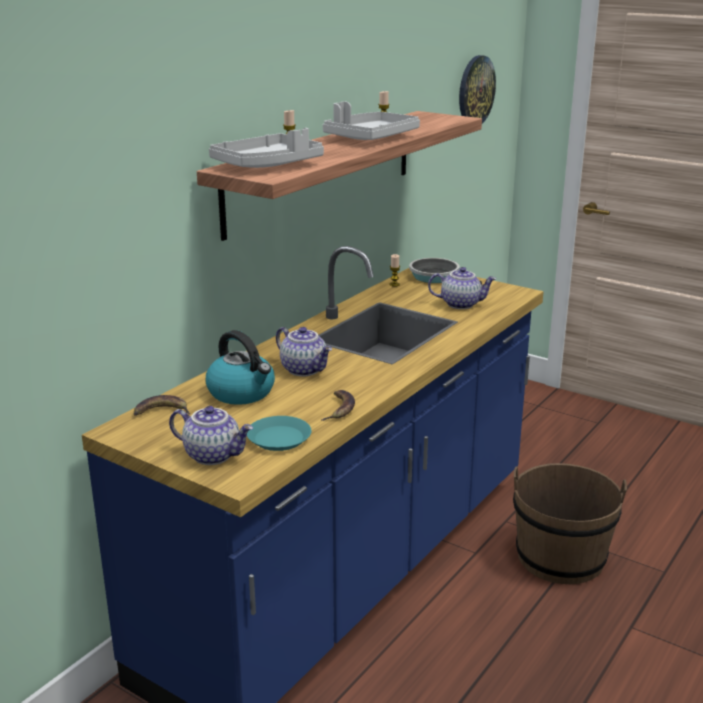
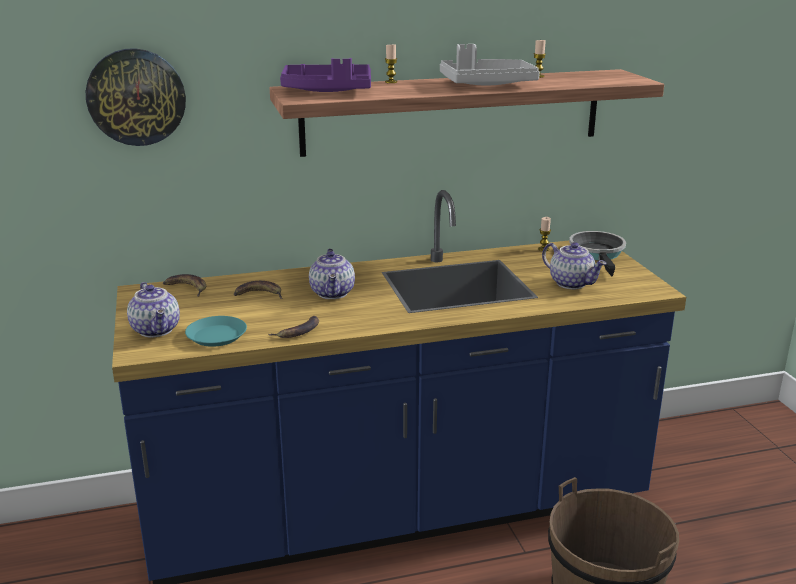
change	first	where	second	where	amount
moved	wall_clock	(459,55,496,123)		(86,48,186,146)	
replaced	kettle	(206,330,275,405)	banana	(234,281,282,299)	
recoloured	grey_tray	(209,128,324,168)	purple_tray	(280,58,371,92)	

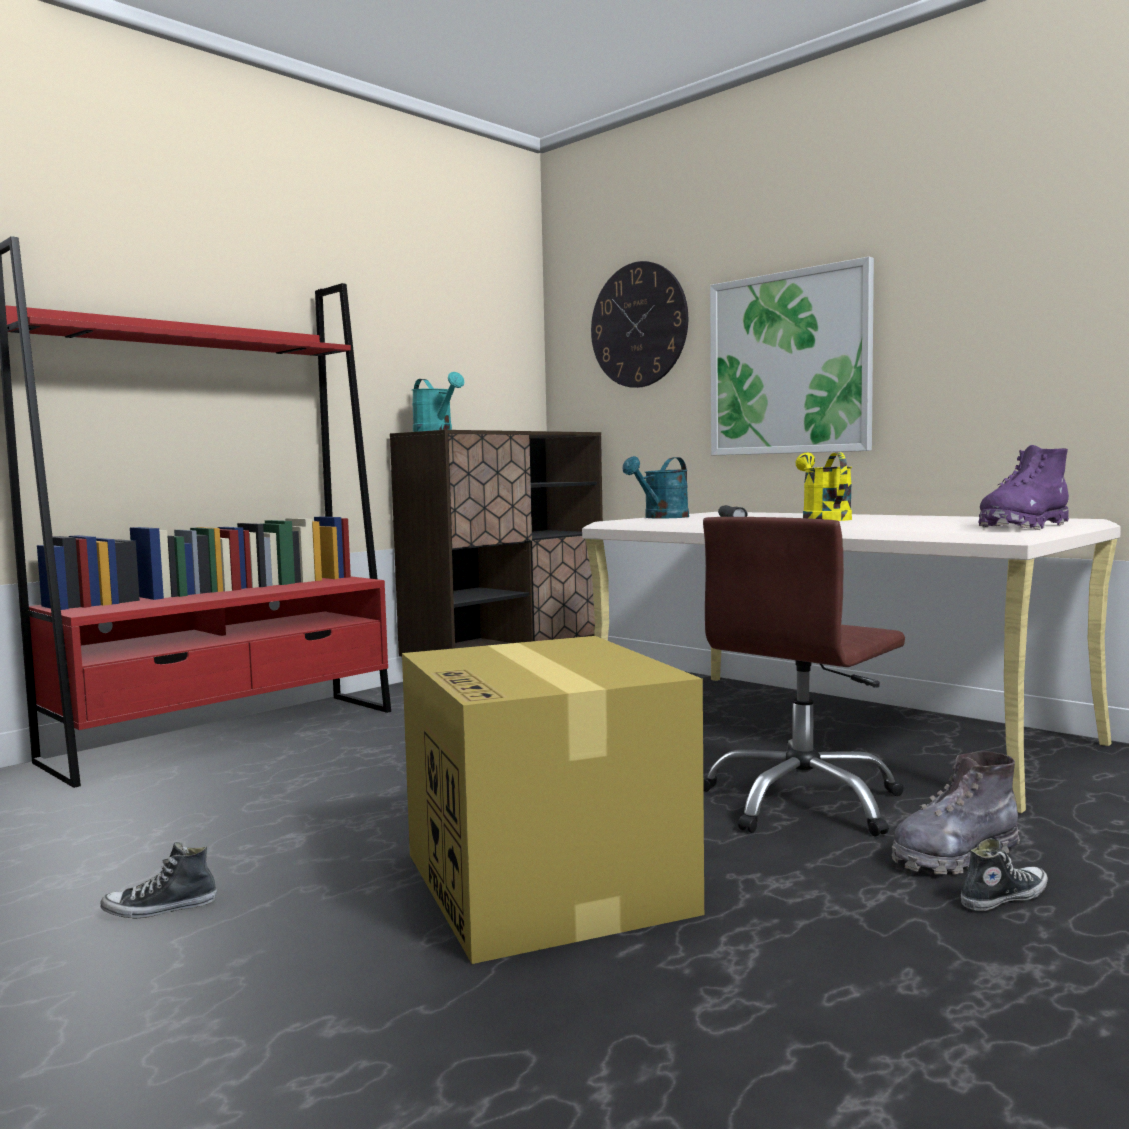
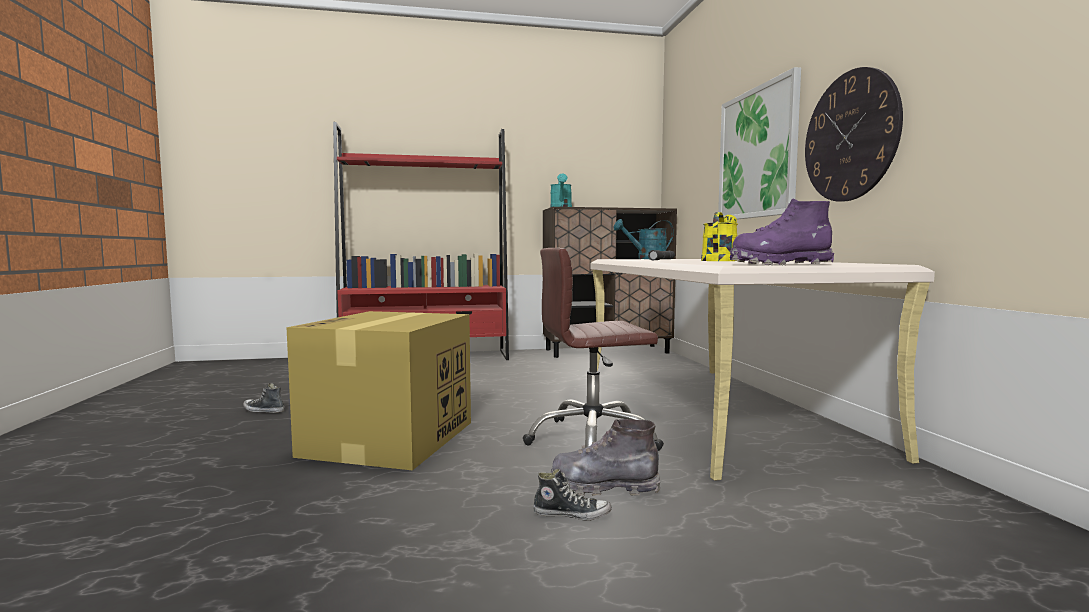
change	first	where	second	where	amount
moved	wall_clock	(591,261,688,388)		(805,67,903,202)	

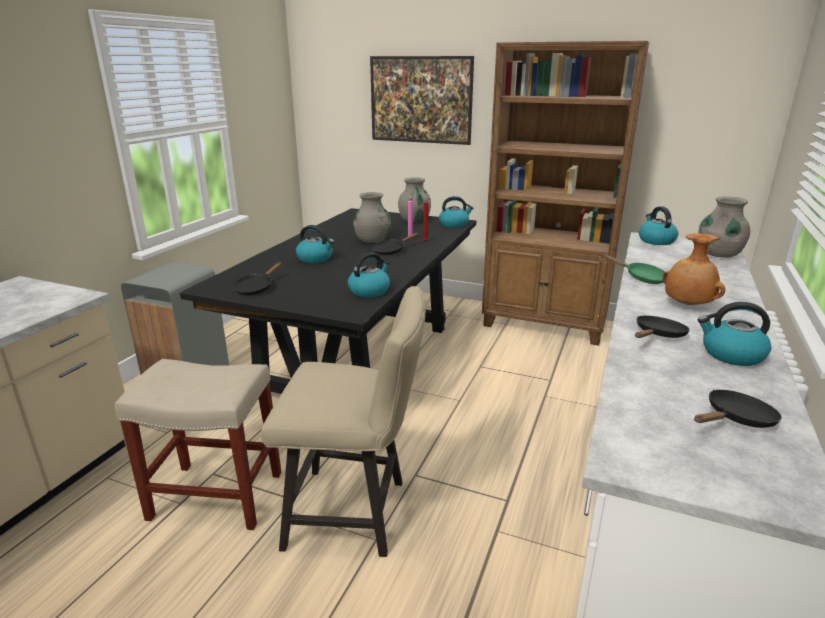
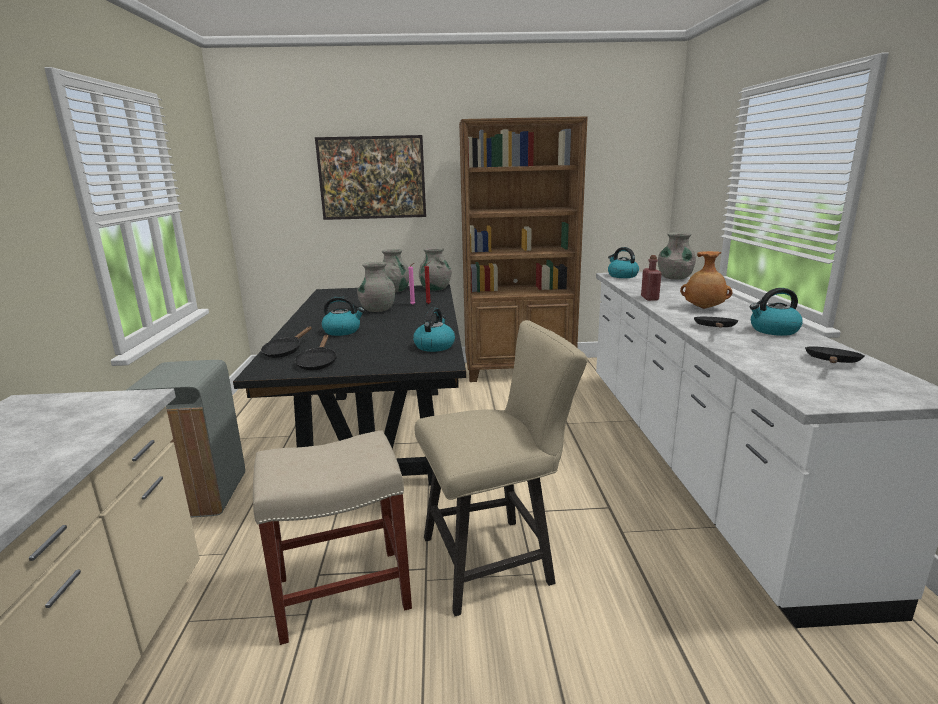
change	first	where	second	where	amount
moved	black_frying_pan	(373,233,418,255)		(261,326,312,358)	
replaced	kettle	(439,196,473,228)	grey_vase	(419,247,452,291)	
replaced	green_frying_pan	(601,254,668,284)	red_bottle	(641,255,662,301)	

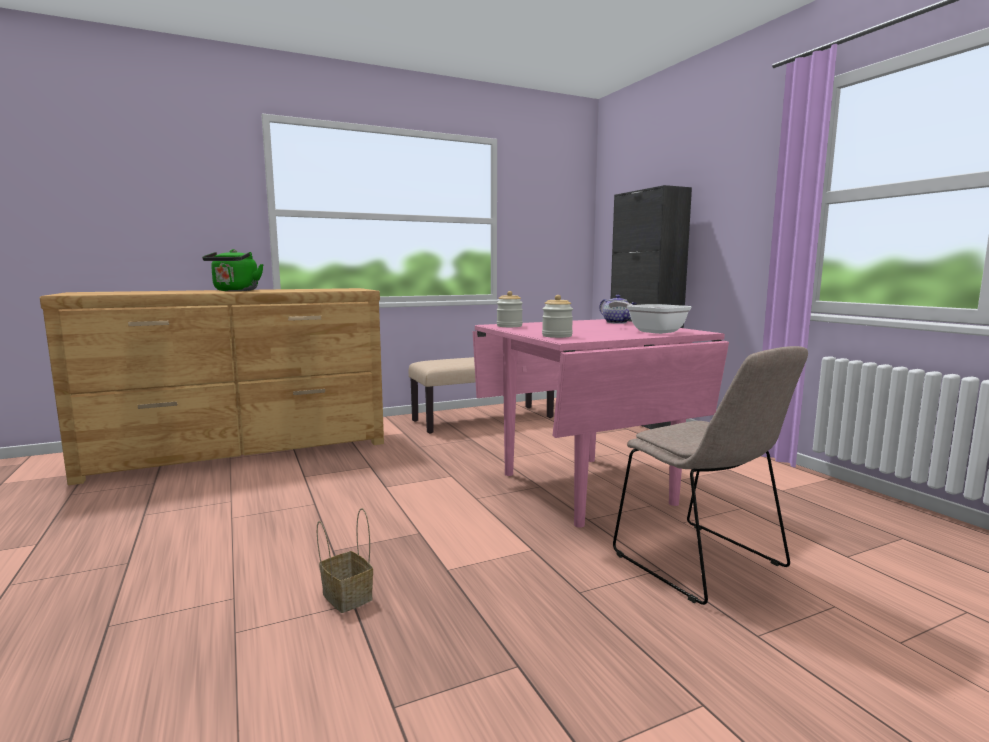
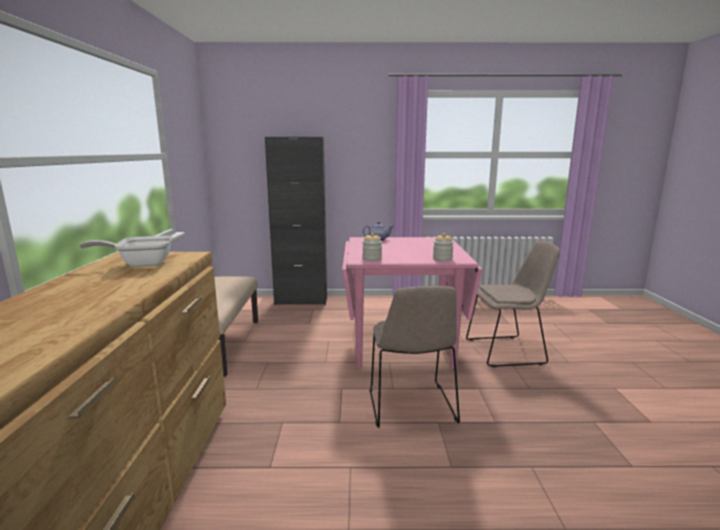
change	first	where	second	where	amount
removed	green_kettle	(202,249,264,291)			
removed	basket	(317,508,373,613)			
added			beige_chair	(370,286,460,428)	
moved	frying_pan	(609,301,692,334)		(79,236,173,267)	

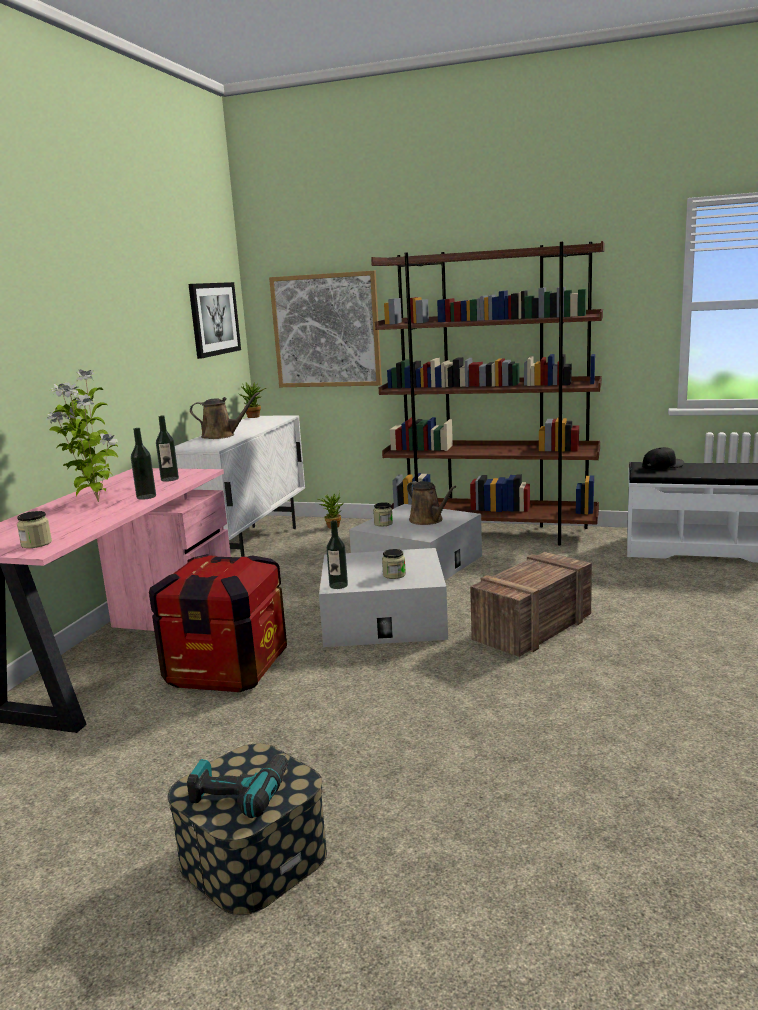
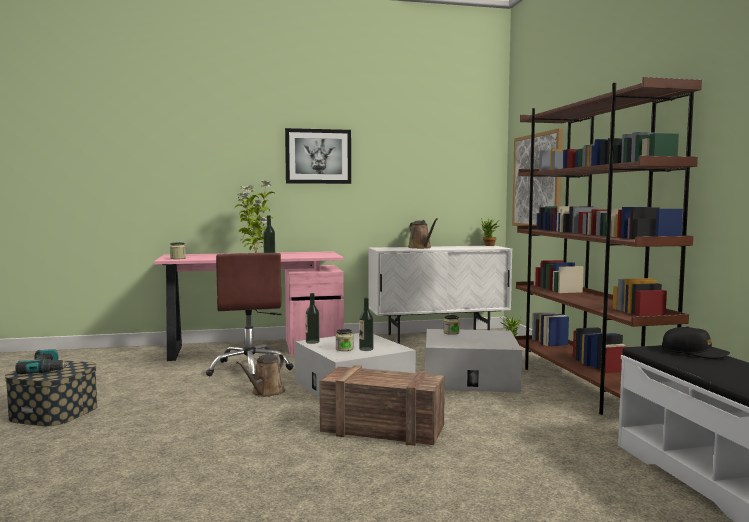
change	first	where	second	where	amount
moved	bottle	(156,415,179,482)		(359,298,373,351)	
moved	picture	(188,282,241,359)		(285,128,351,184)	
moved	brown_watering_can	(407,481,456,525)		(236,354,285,397)	
replaced	crate	(149,554,287,692)	brown_office_chair	(206,253,293,379)	

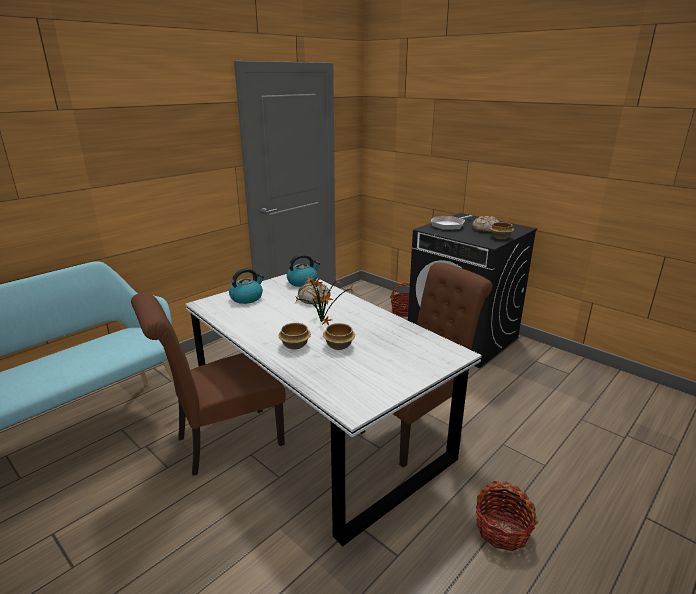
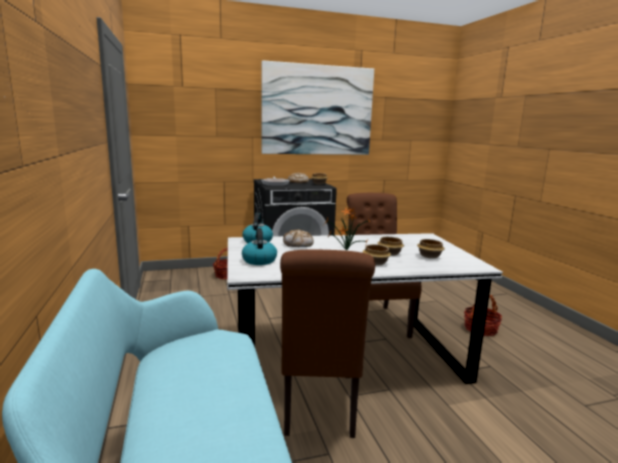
change	first	where	second	where	amount
added			picture	(261,60,374,155)	
added			bowl	(417,239,445,259)	

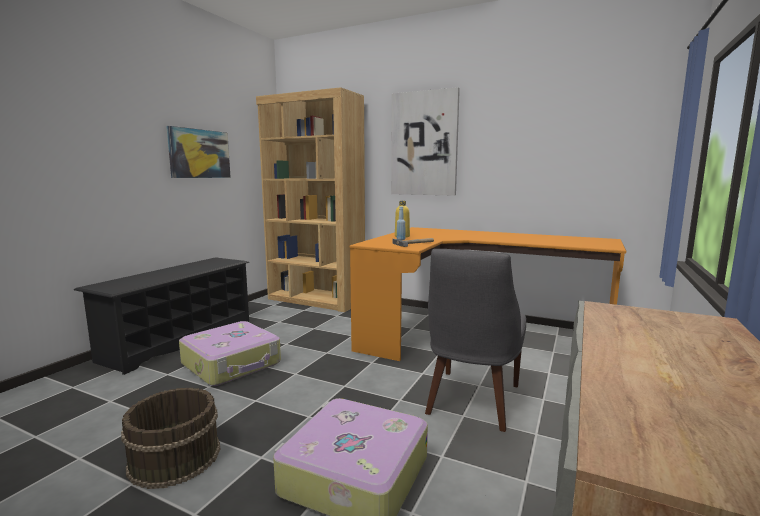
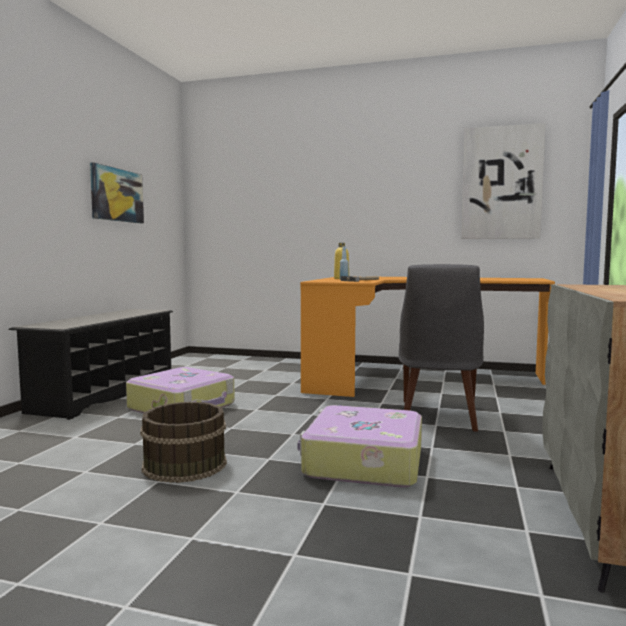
change	first	where	second	where	amount
removed	brown_bookcase	(256,87,365,312)			
moved	picture	(391,87,460,196)		(461,123,545,239)	

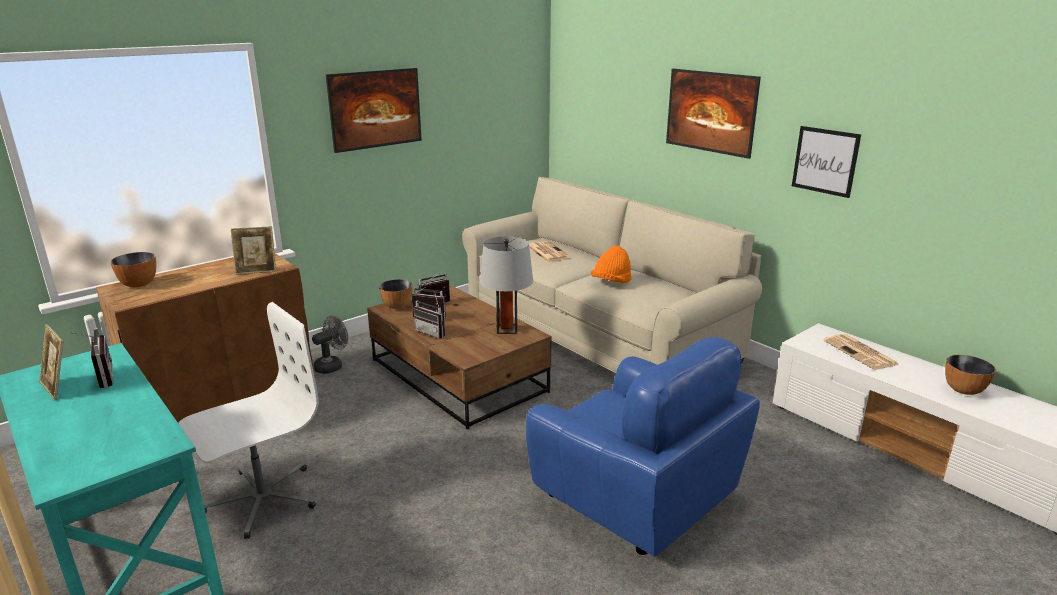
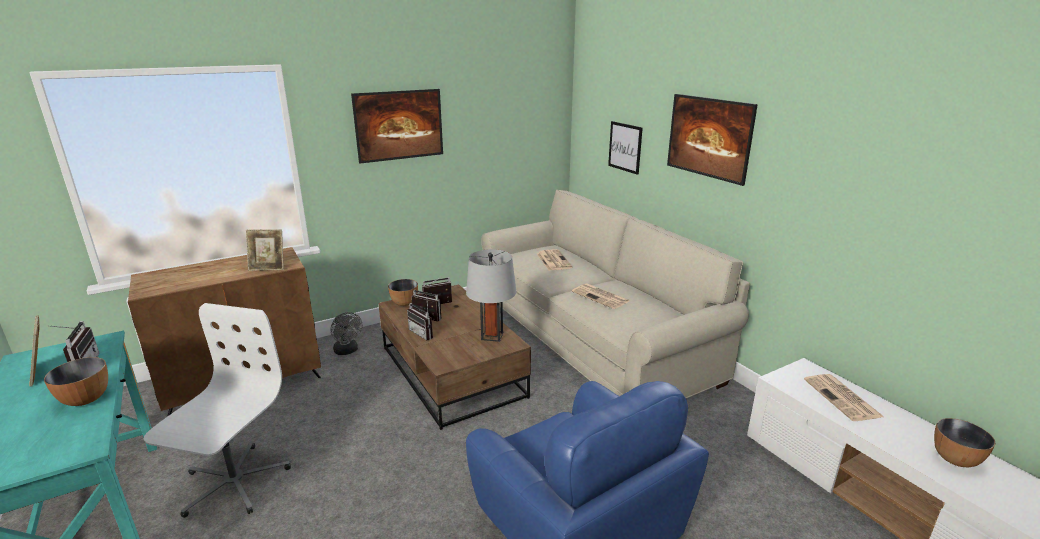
change	first	where	second	where	amount
moved	bowl	(110,252,156,287)		(44,357,108,406)	
moved	picture	(792,126,861,198)		(608,121,643,175)	
replaced	orange_hat	(591,246,632,283)	newspaper	(572,283,629,309)	
turned	white_office_chair	(178,302,319,539)		(144,303,291,518)	45 degrees counterclockwise
turned	grey_fan	(312,316,348,374)		(331,312,362,355)	90 degrees clockwise

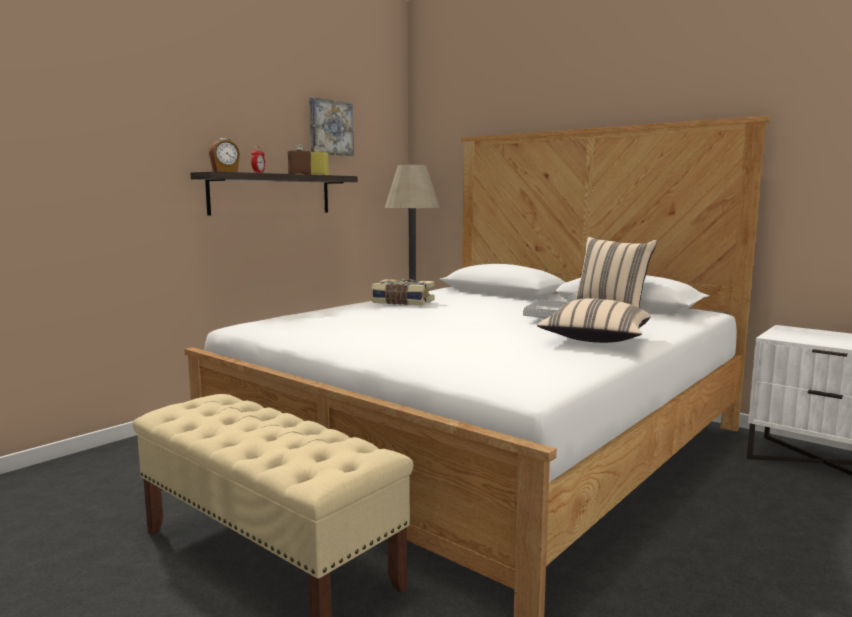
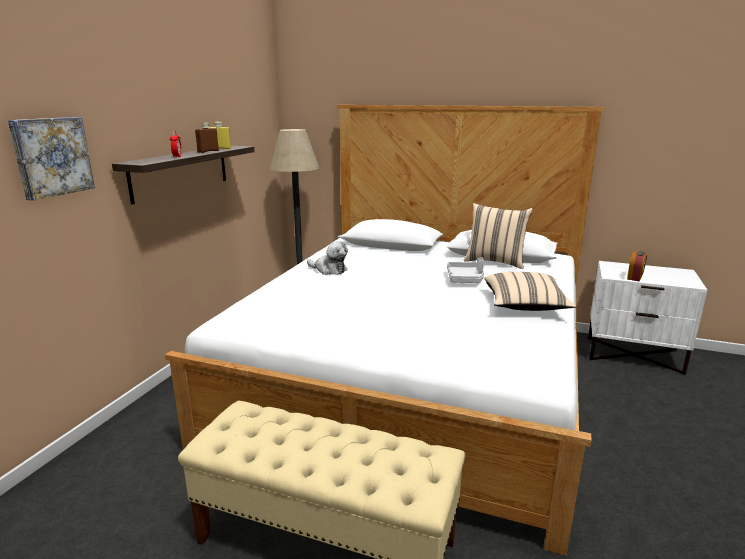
change	first	where	second	where	amount
moved	alarm_clock	(209,138,240,172)		(627,251,647,282)	
moved	picture	(309,97,354,156)		(8,117,95,201)	
replaced	book	(371,279,435,305)	plush_toy	(307,241,348,275)	

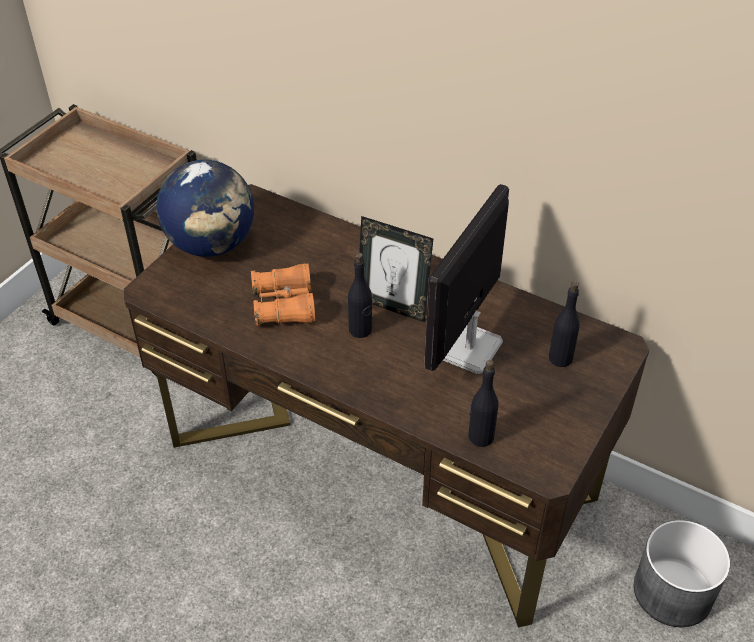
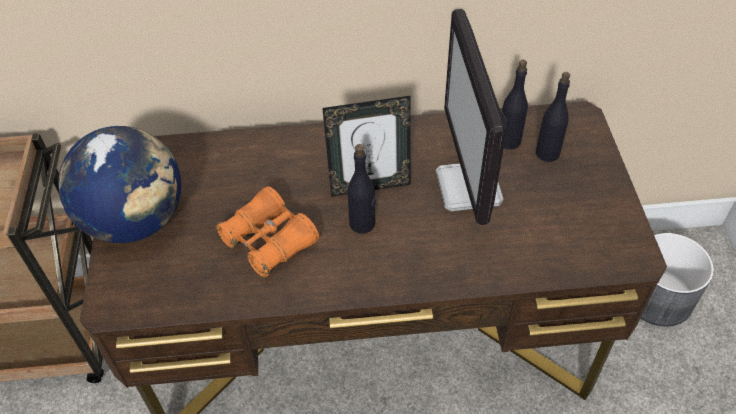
change	first	where	second	where	amount
moved	black_bottle	(468,360,498,447)		(501,60,528,150)	

